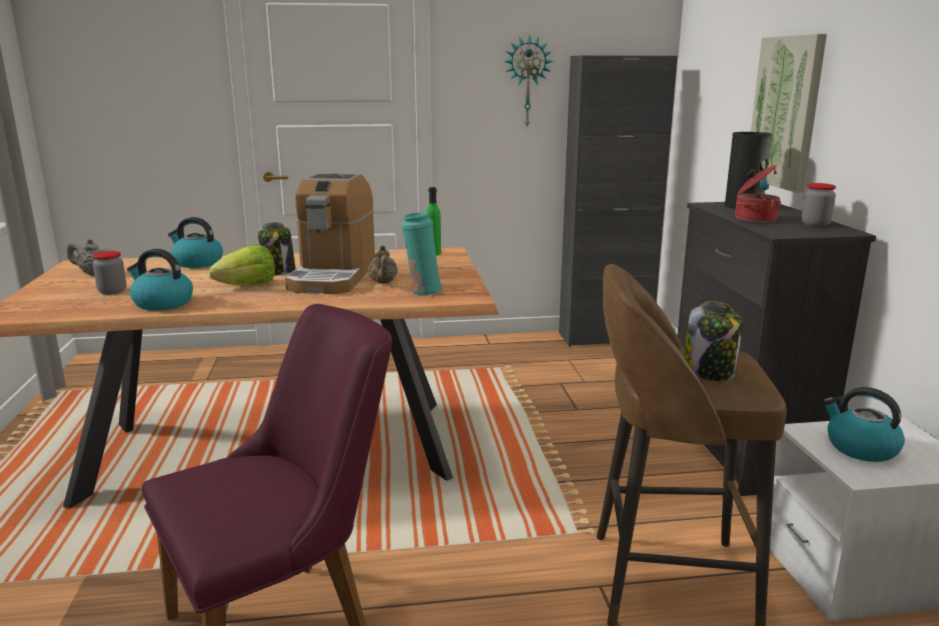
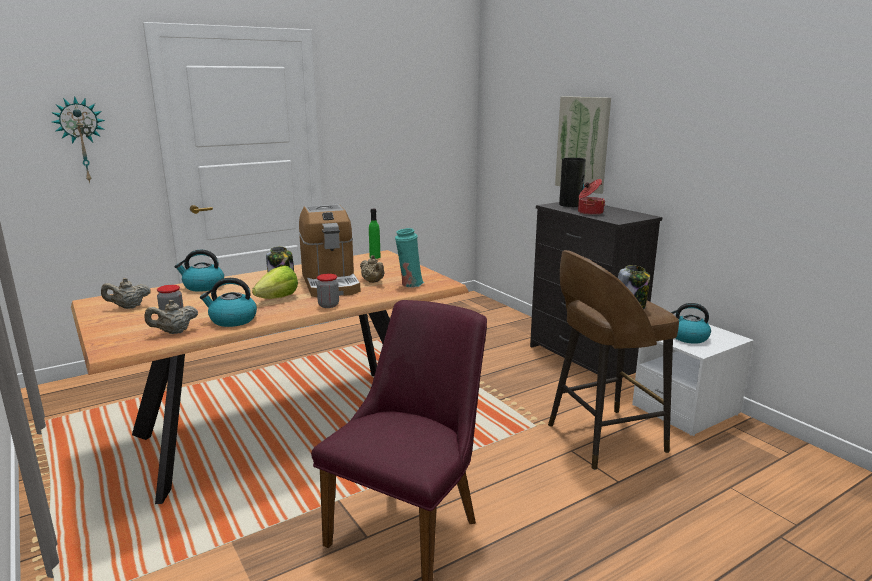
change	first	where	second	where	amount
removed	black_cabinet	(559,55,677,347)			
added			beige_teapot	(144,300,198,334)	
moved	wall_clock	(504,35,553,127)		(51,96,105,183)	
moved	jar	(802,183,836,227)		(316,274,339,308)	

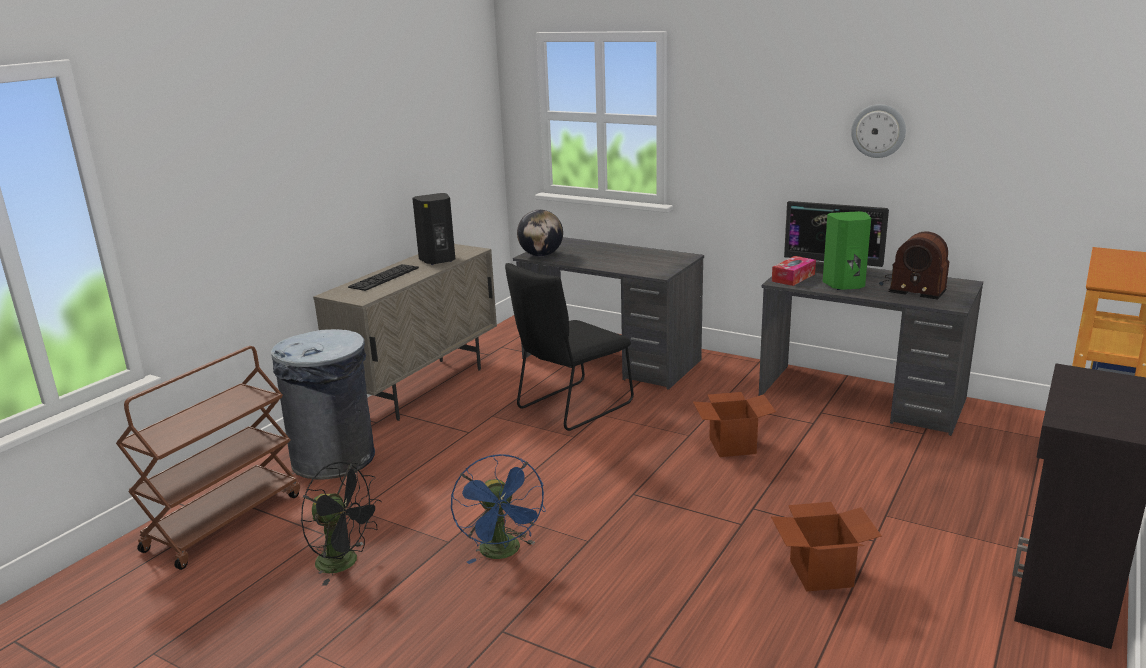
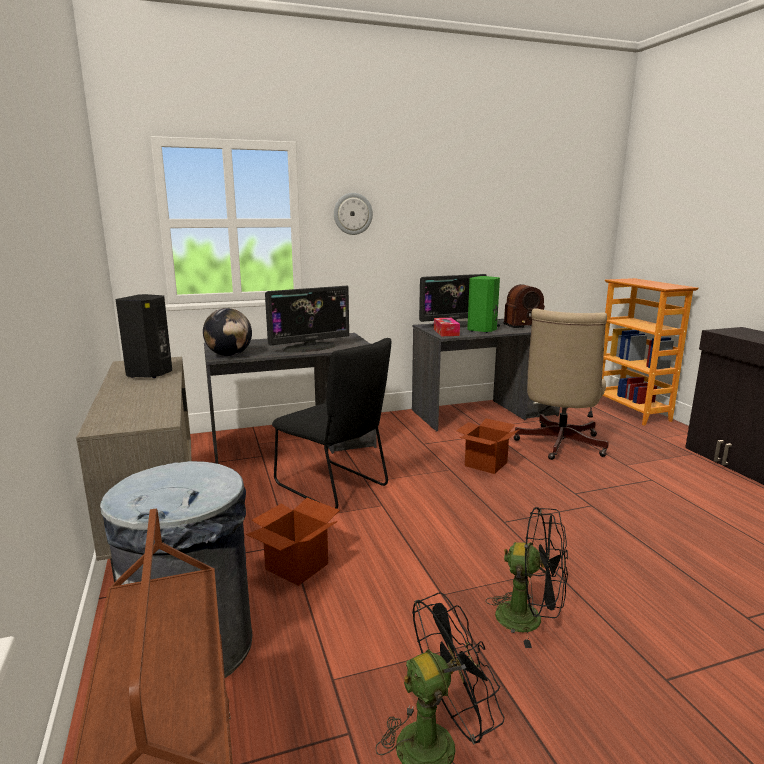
change	first	where	second	where	amount
removed	keyboard	(348,264,419,291)			
added			monitor	(265,286,349,353)	
added			beige_office_chair	(513,308,609,460)	
moved	cardboard_box	(771,502,882,592)		(246,498,340,586)	
moved	wall_clock	(851,104,906,158)		(334,193,373,235)	
recoloured	blue_fan	(451,454,546,564)	black_fan	(485,507,568,648)	
turned	black_chair	(505,263,634,431)		(272,338,391,509)	45 degrees counterclockwise

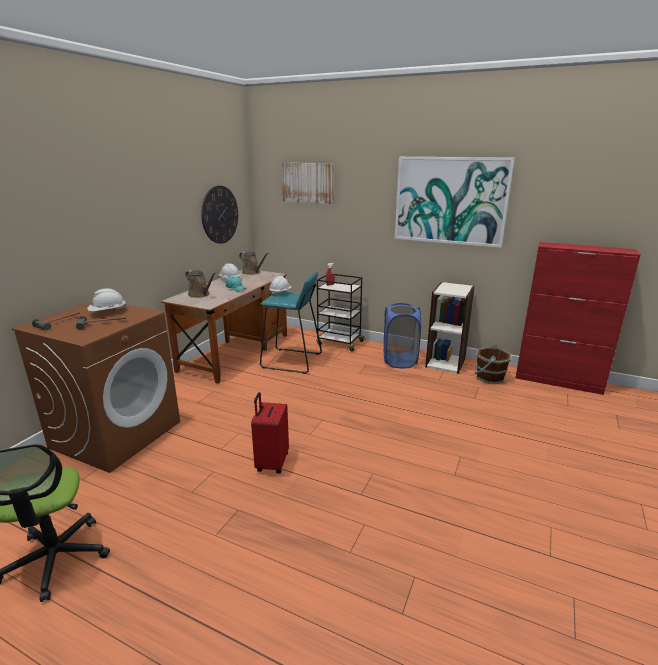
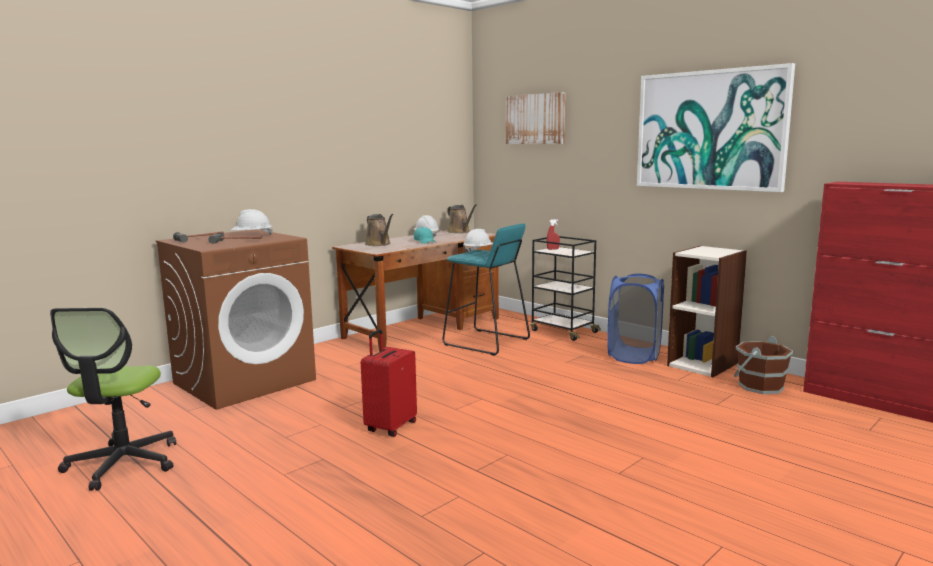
change	first	where	second	where	amount
removed	wall_clock	(201,186,238,244)			

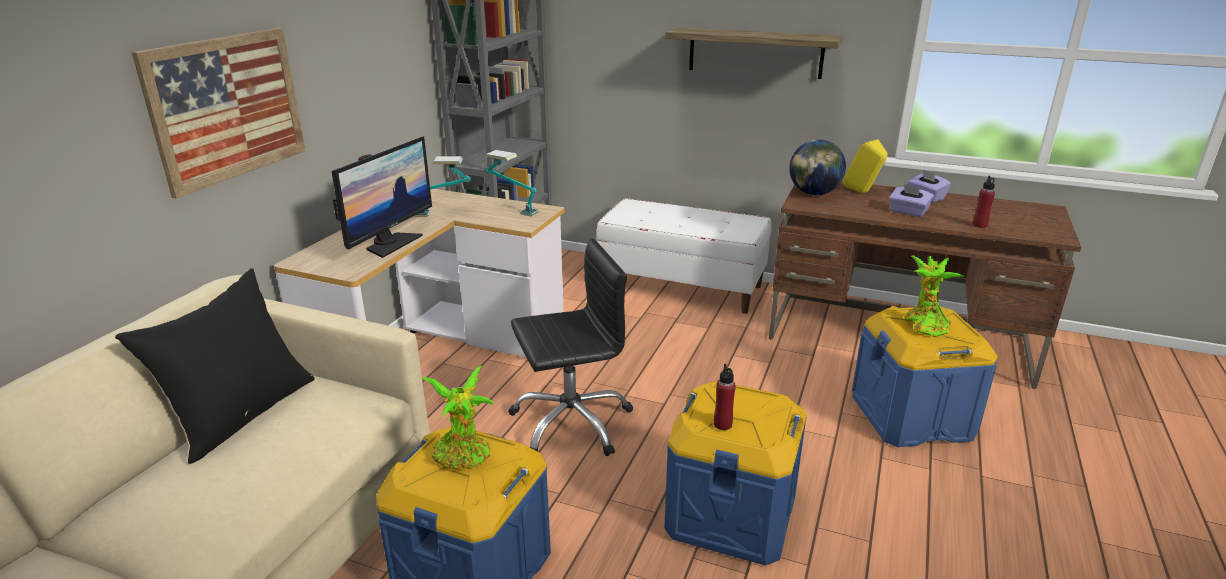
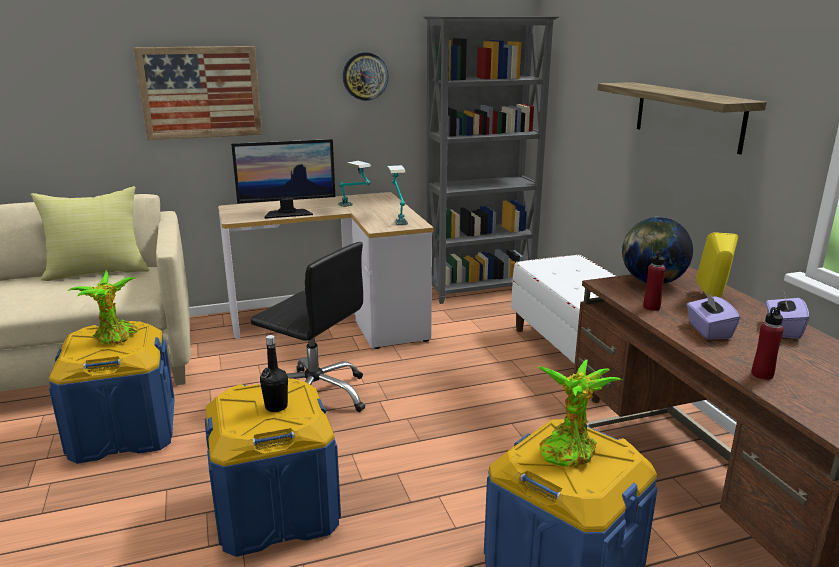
change	first	where	second	where	amount
added			black_bottle	(260,335,288,412)	
added			wall_clock	(343,52,388,101)	
moved	red_bottle	(714,364,736,430)		(643,249,666,311)	
recoloured	black_pillow	(115,268,315,464)	yellow_pillow	(30,186,149,281)	

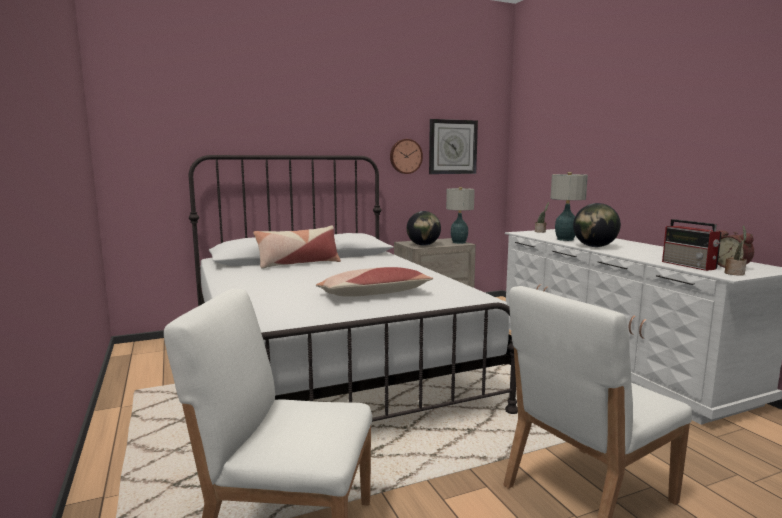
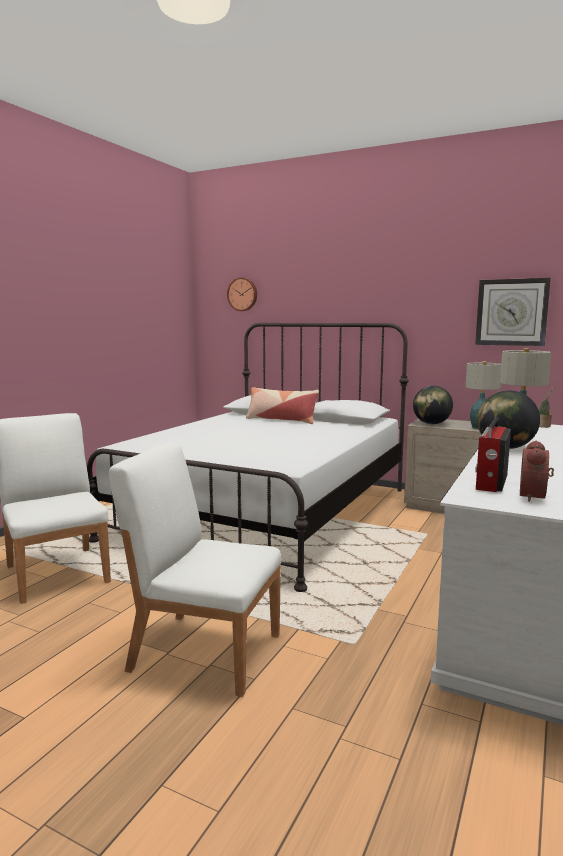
change	first	where	second	where	amount
removed	pillow	(316,267,433,297)			
removed	potted_plant	(724,226,747,276)			
moved	wall_clock	(390,139,423,174)		(227,277,257,311)	

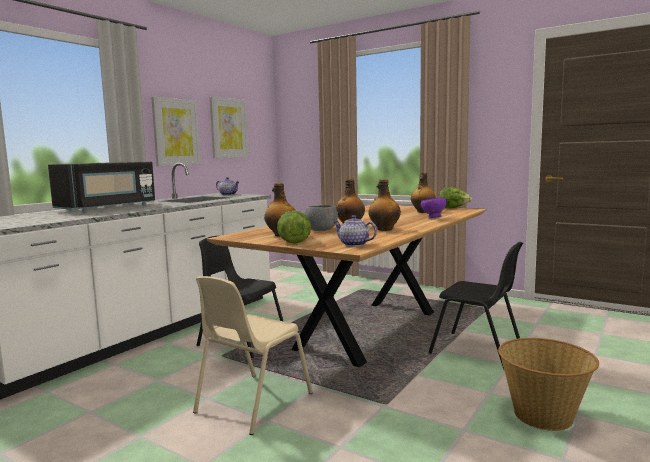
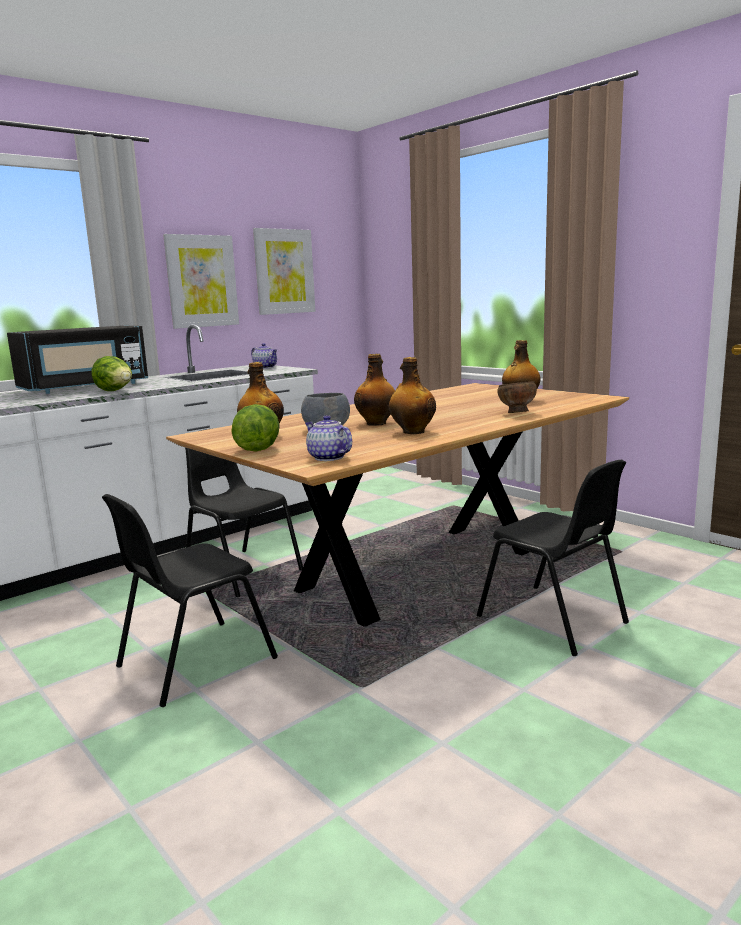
change	first	where	second	where	amount
removed	basket	(498,338,599,431)			
moved	lettuce	(439,187,472,209)		(92,356,132,391)	
recoloured	beige_chair	(193,276,313,435)	black_chair	(102,494,278,707)	
recoloured	purple_bowl	(421,197,446,218)	brown_bowl	(497,381,537,413)	

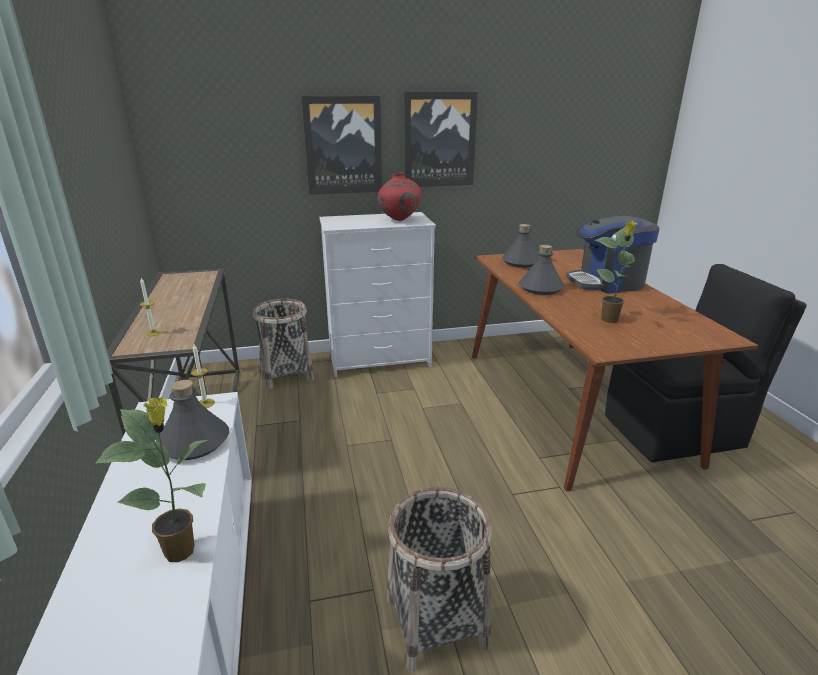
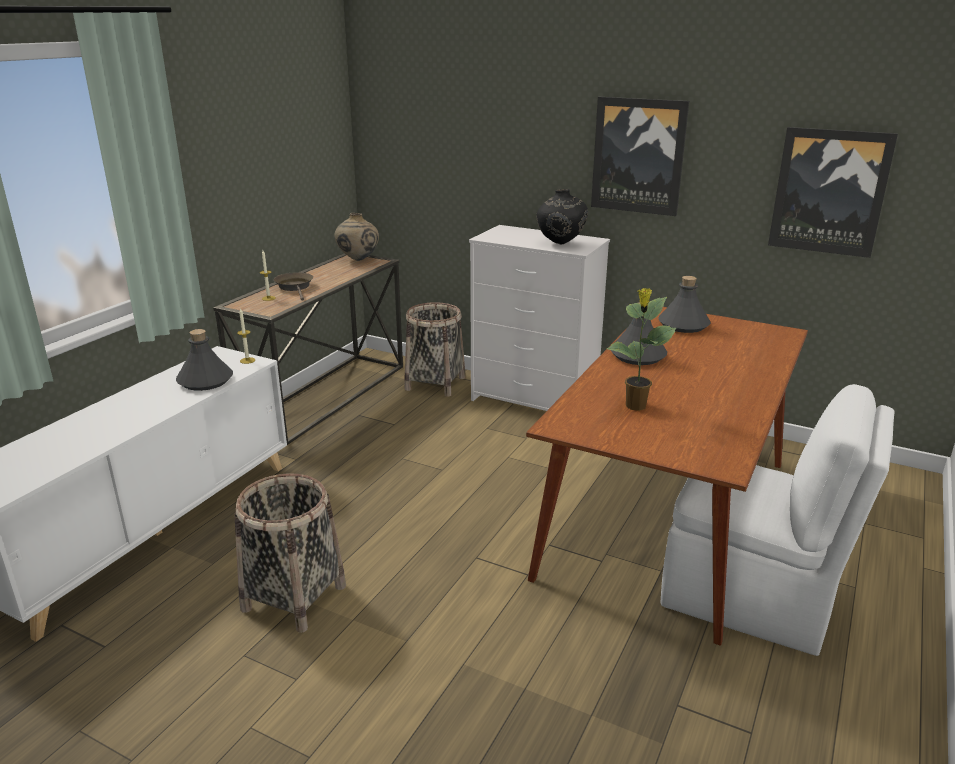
change	first	where	second	where	amount
removed	potted_plant	(94,397,210,562)			
removed	coffee_machine	(566,216,660,294)			
added			brown_frying_pan	(274,272,313,301)	
added			beige_vase	(334,213,379,261)	
moved	picture	(301,96,382,195)		(768,127,898,258)	
recoloured	red_vase	(378,172,422,221)	black_vase	(536,189,588,244)	
recoloured	black_chair	(605,264,806,462)	white_chair	(661,384,895,656)	

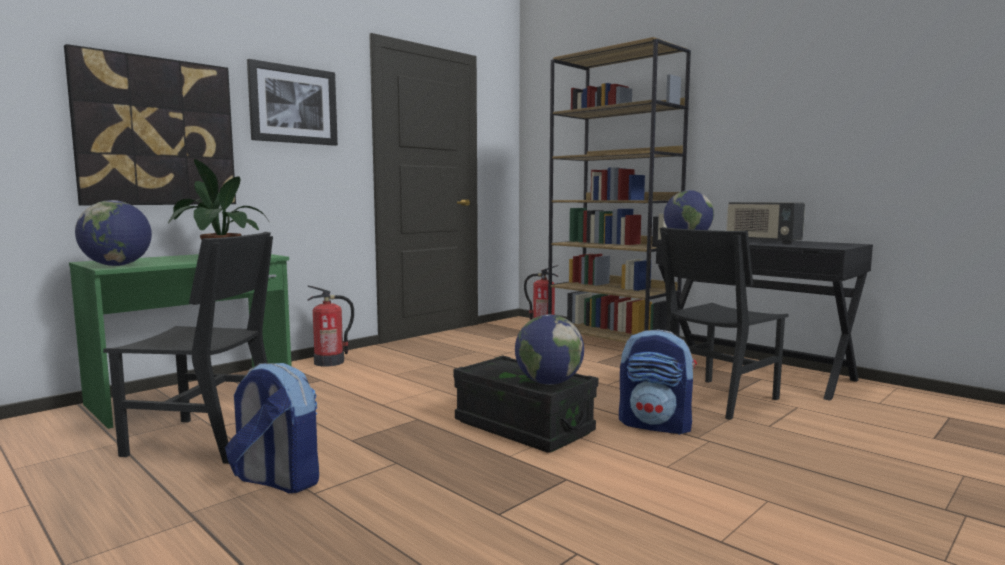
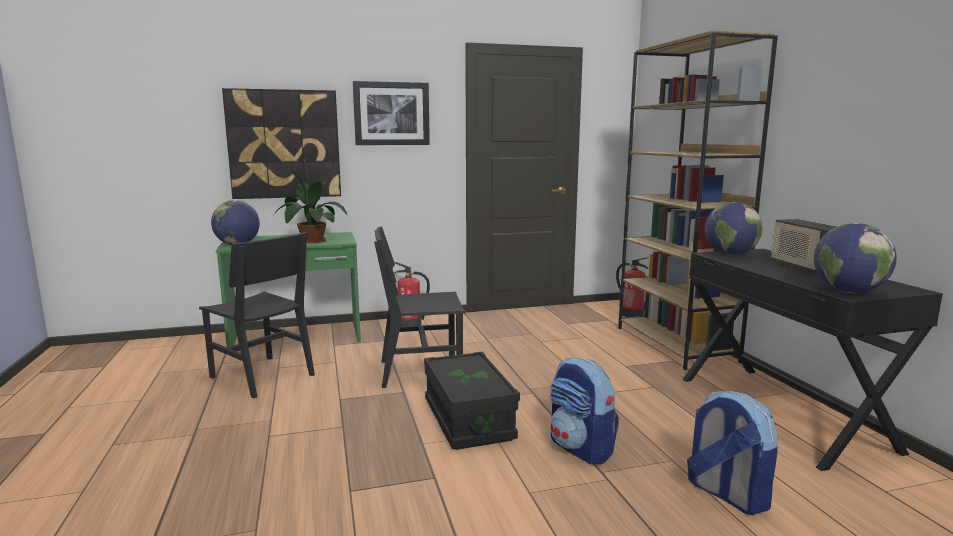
change	first	where	second	where	amount
moved	backpack	(225,363,319,493)		(687,391,778,515)	
moved	globe	(515,314,584,385)		(814,223,897,293)	
moved	black_chair	(660,227,789,420)		(374,226,466,388)	

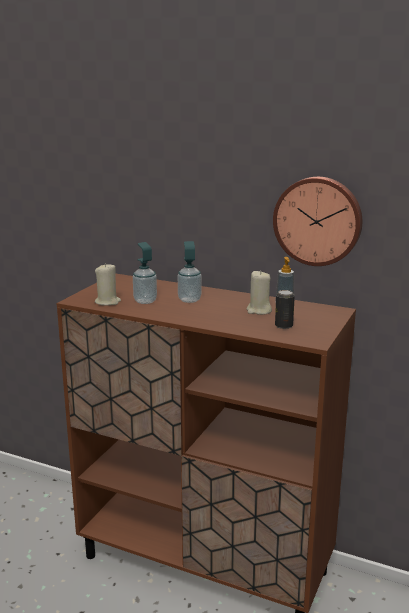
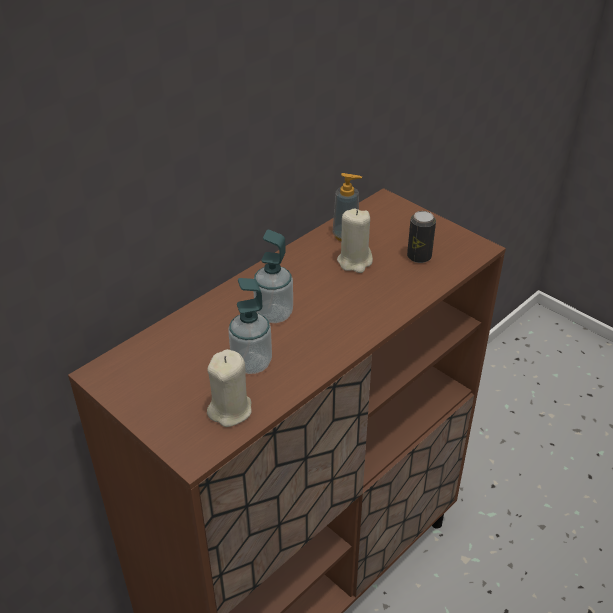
change	first	where	second	where	amount
removed	wall_clock	(273,177,362,266)			

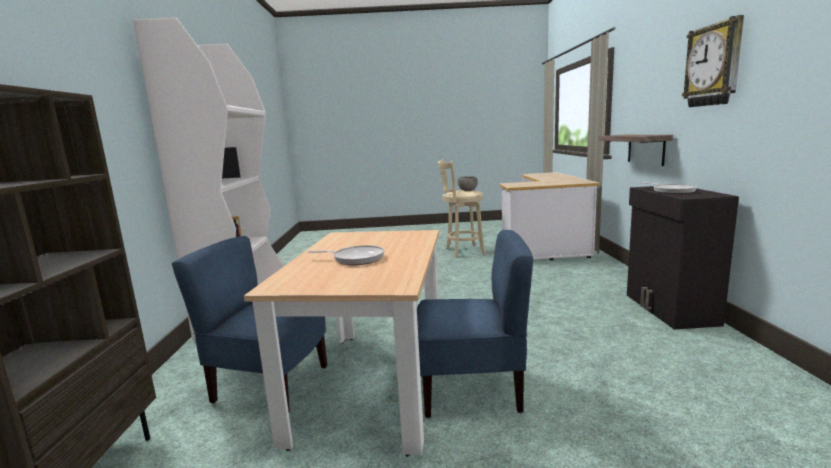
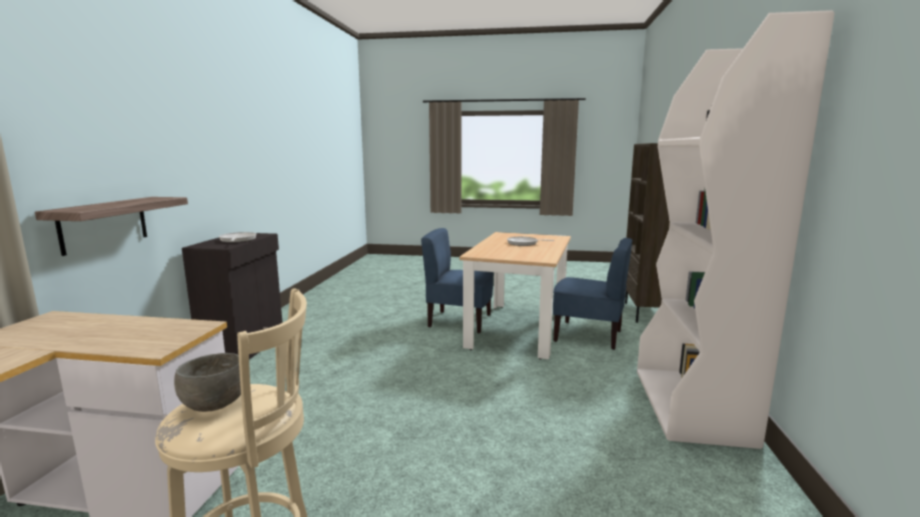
change	first	where	second	where	amount
removed	wall_clock	(682,15,744,107)			

